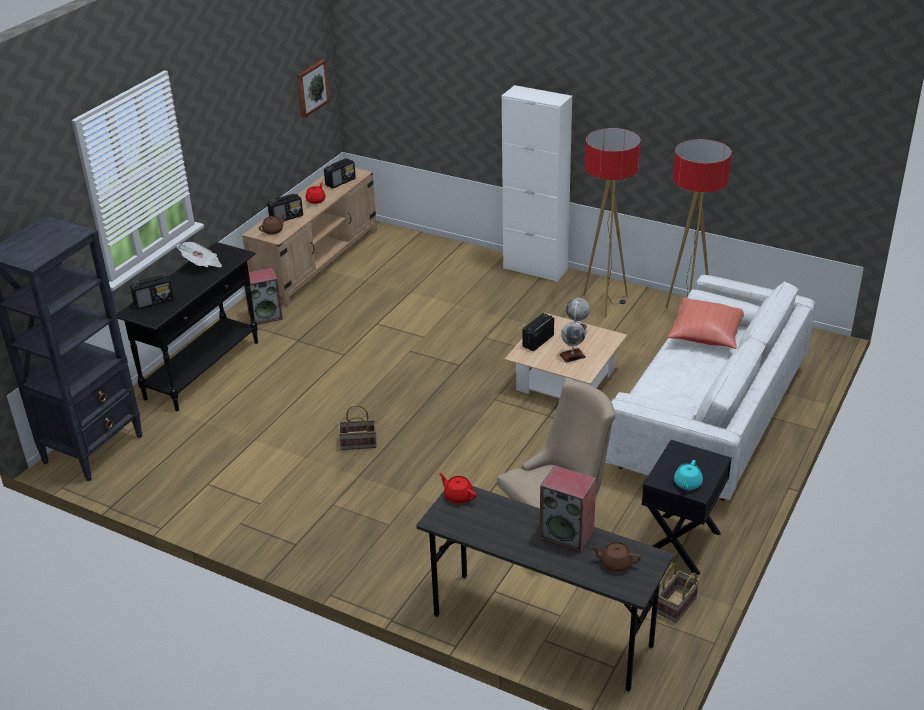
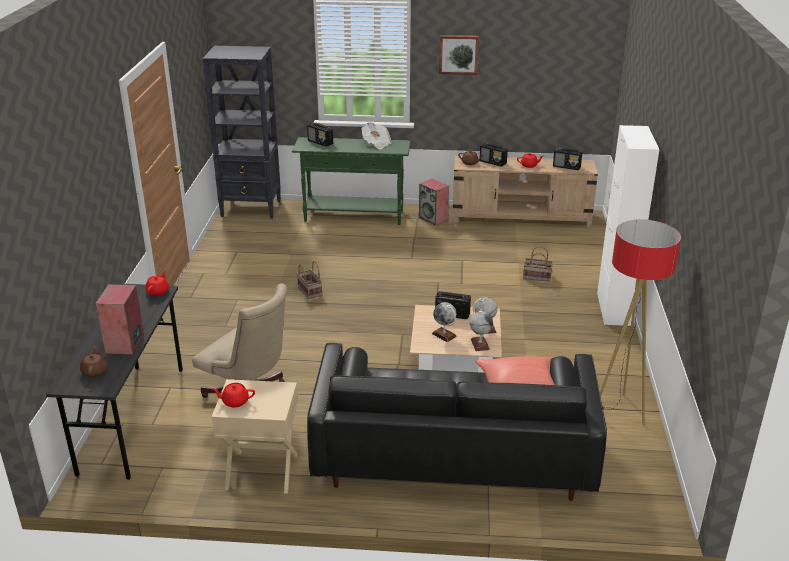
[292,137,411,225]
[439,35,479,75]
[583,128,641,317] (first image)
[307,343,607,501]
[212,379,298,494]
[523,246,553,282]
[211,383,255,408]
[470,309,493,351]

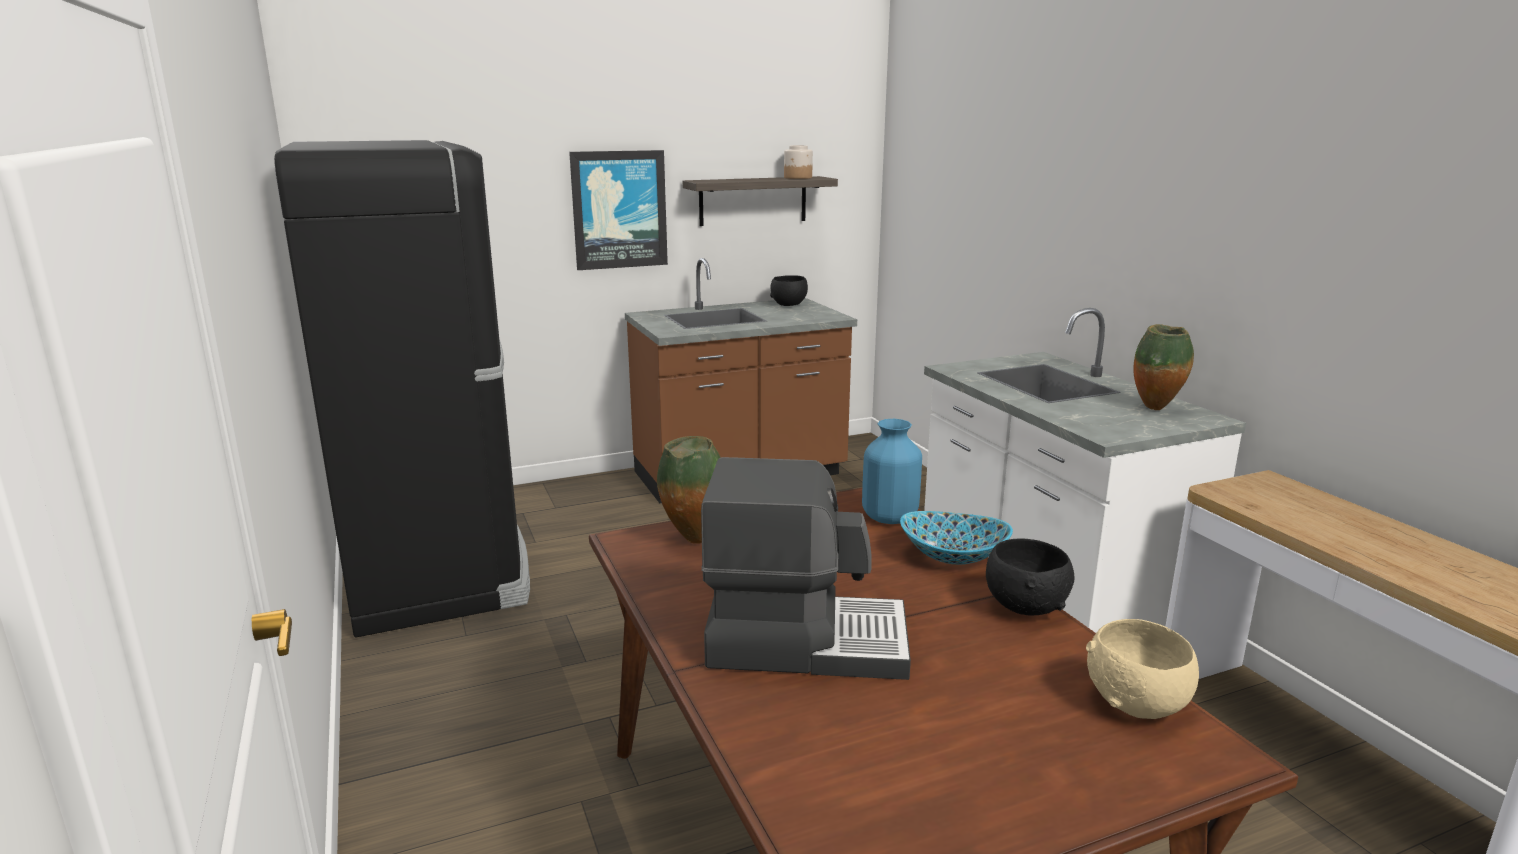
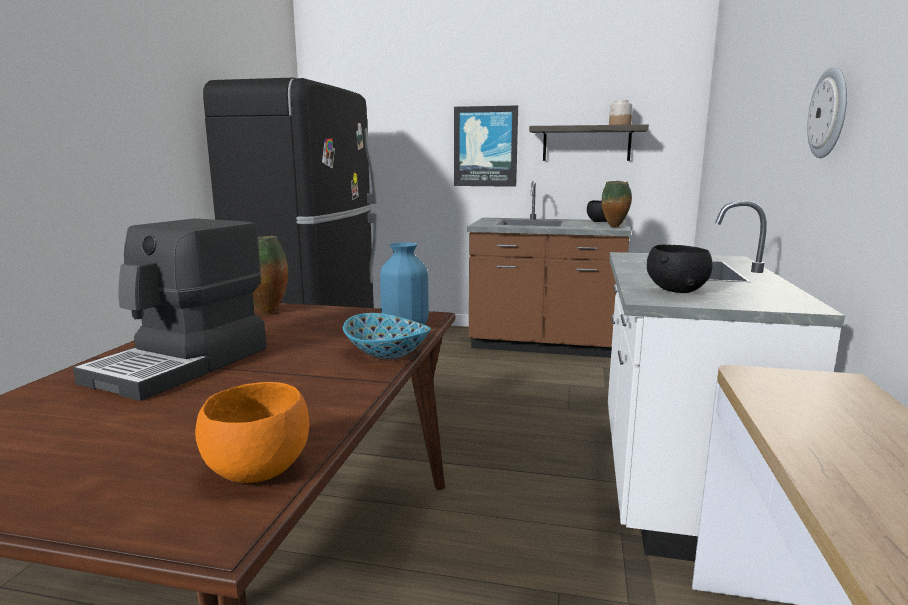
[73,218,267,401]
[647,245,713,293]
[195,382,309,483]
[602,181,632,227]
[807,66,847,158]

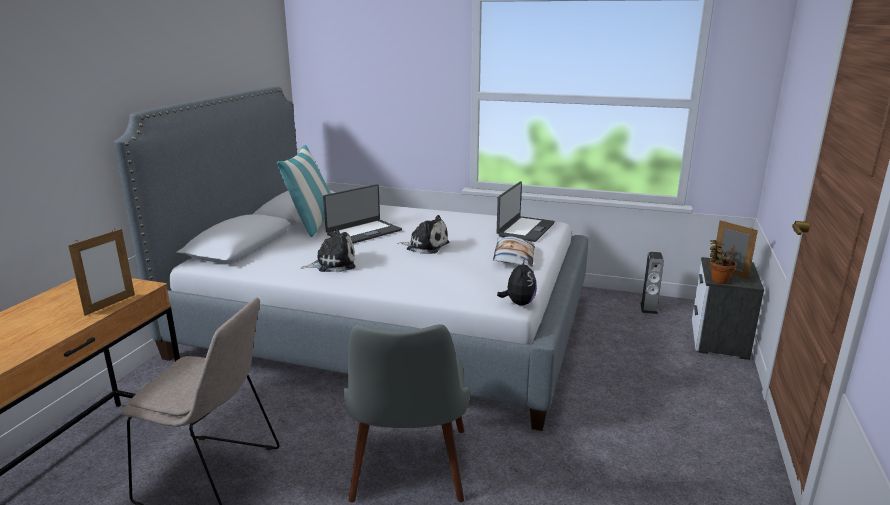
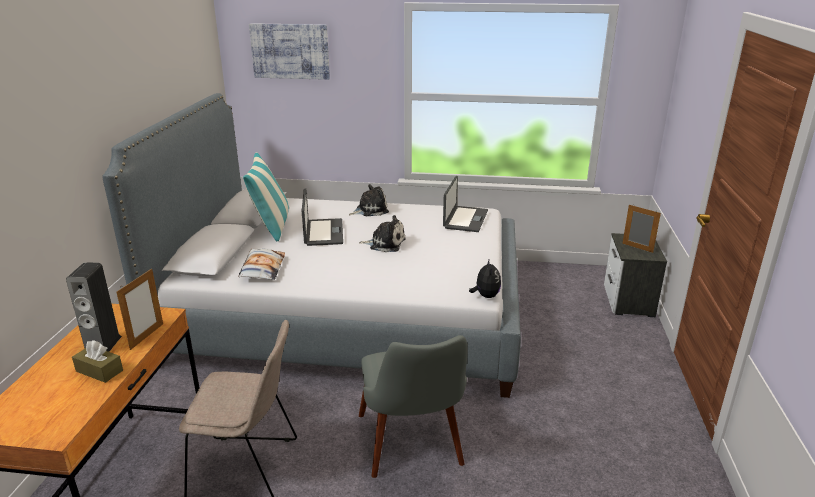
[349,184,389,216]
[302,189,343,246]
[238,248,285,280]
[66,262,122,352]
[709,239,737,284] (first image)
[72,340,123,383]
[249,23,330,80]

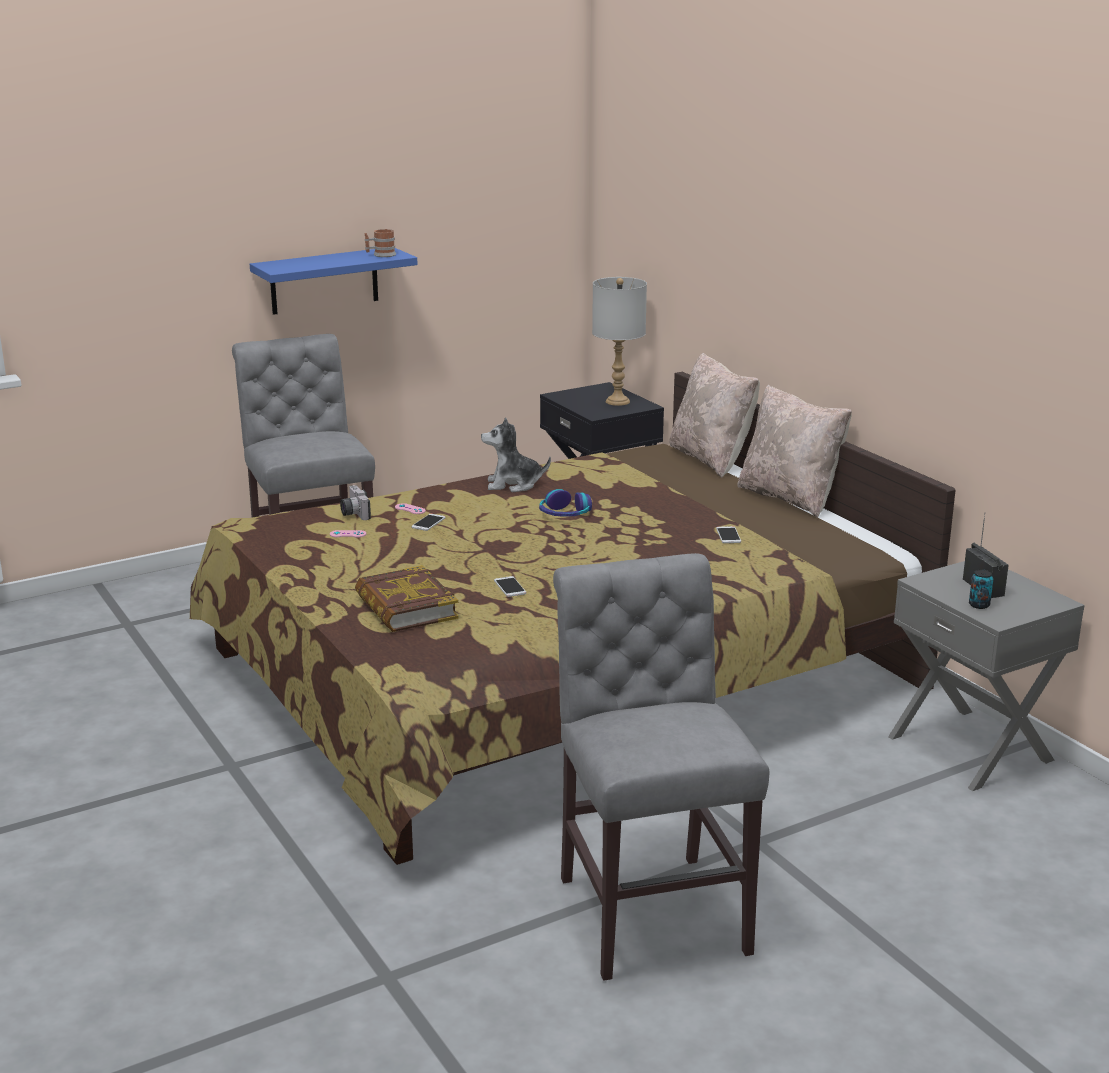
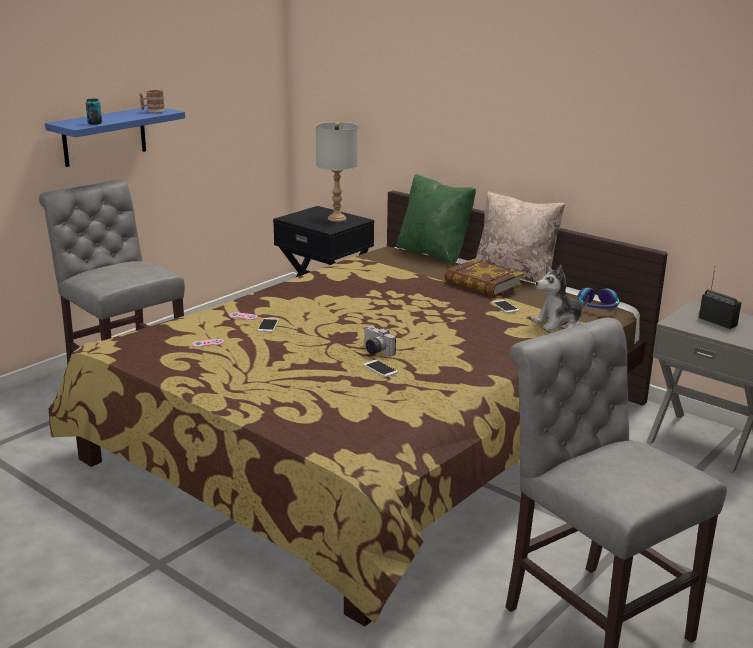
[364,326,396,356]
[444,259,524,297]
[532,265,589,331]
[578,288,620,309]
[396,174,476,266]
[86,99,102,125]

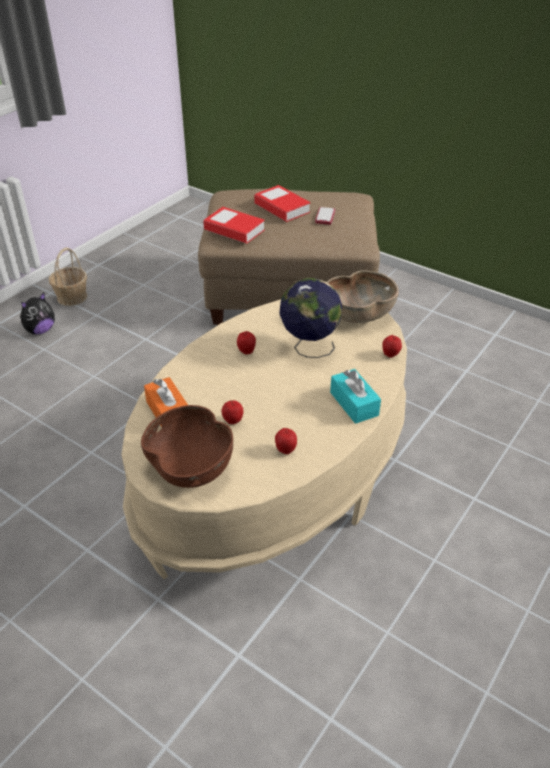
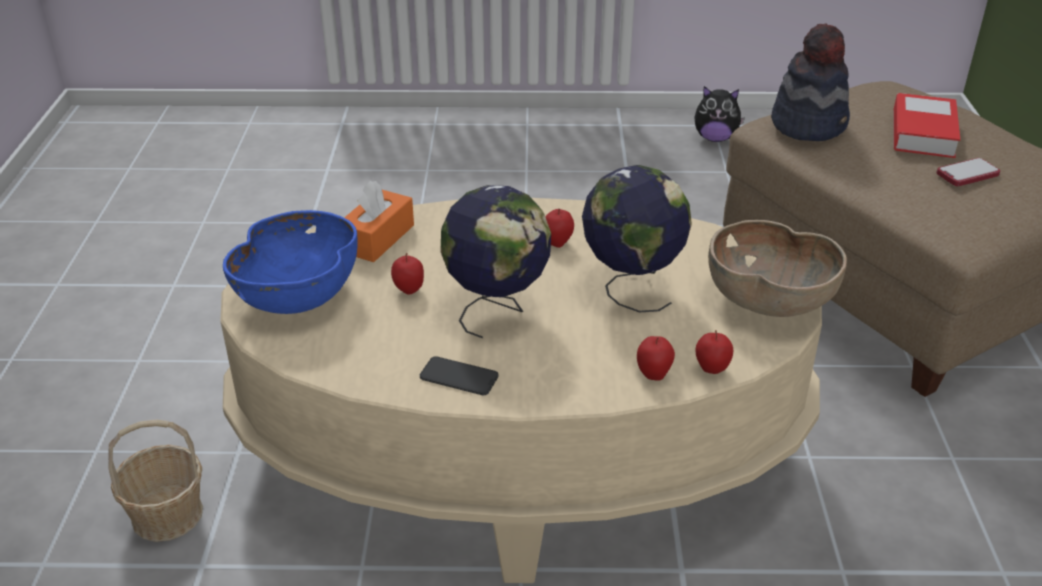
[694,86,745,142]
[108,420,203,542]
[223,210,358,314]
[771,23,850,141]
[637,336,675,381]
[330,369,381,424] (first image)
[420,356,499,395]
[440,185,551,338]

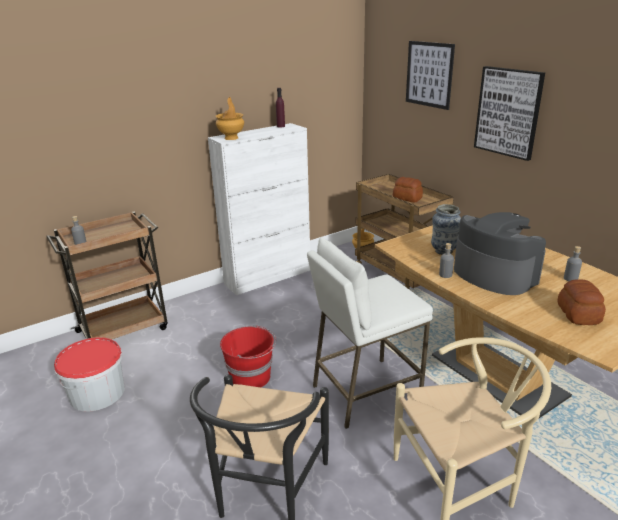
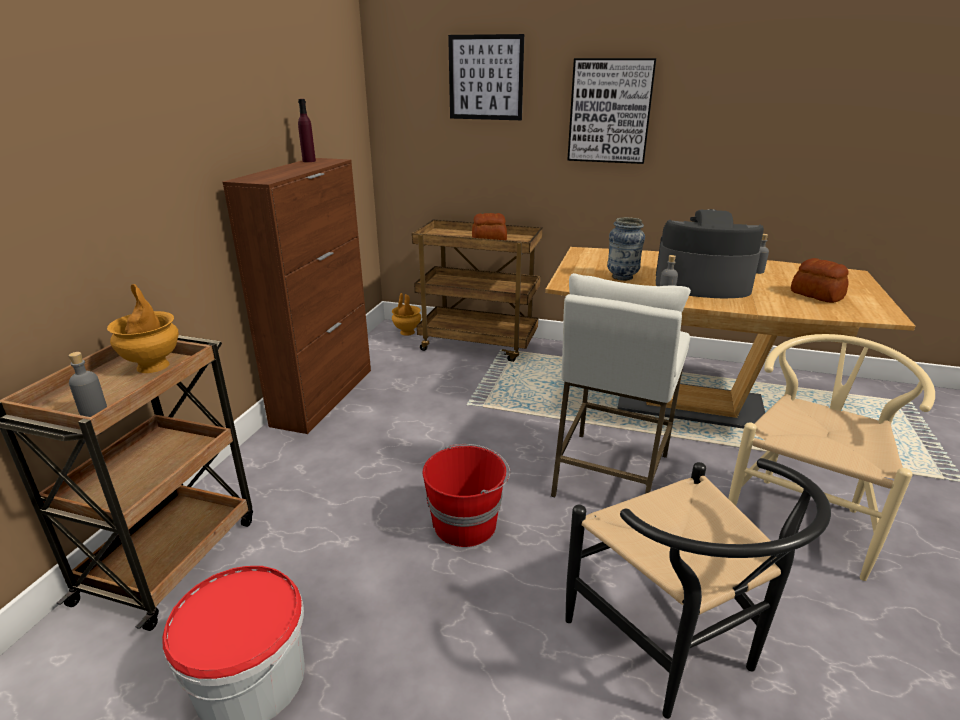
[223,158,371,434]
[107,284,179,373]

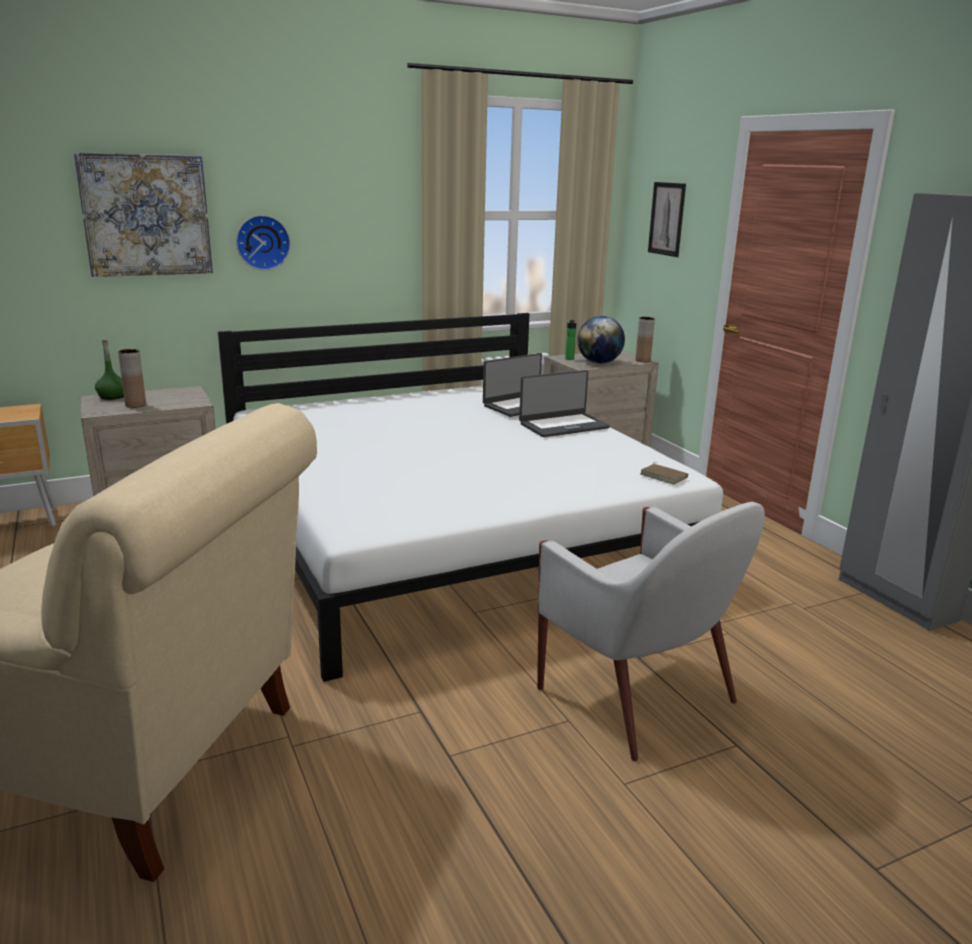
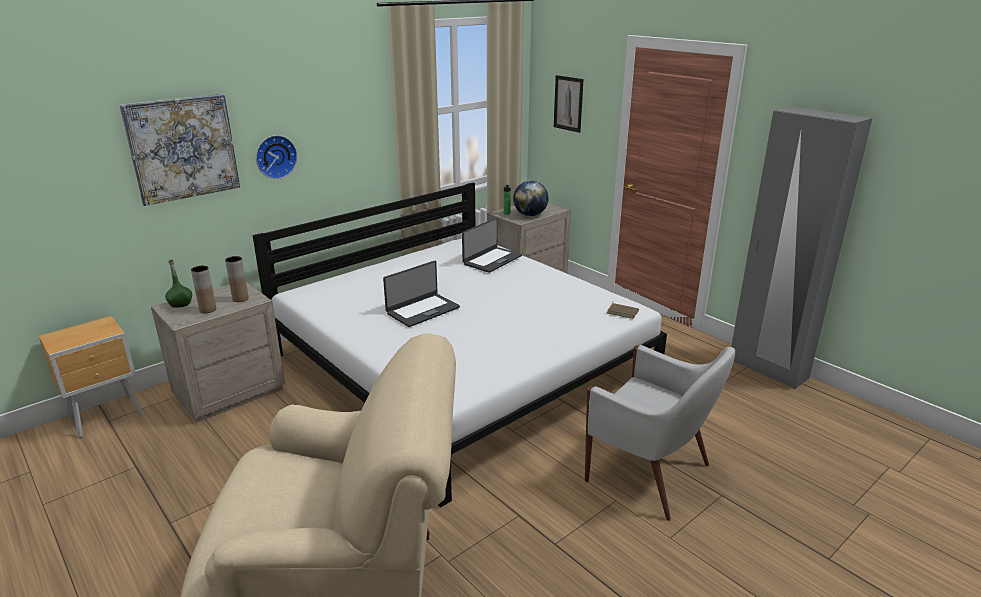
[383,261,460,327]
[225,256,249,302]

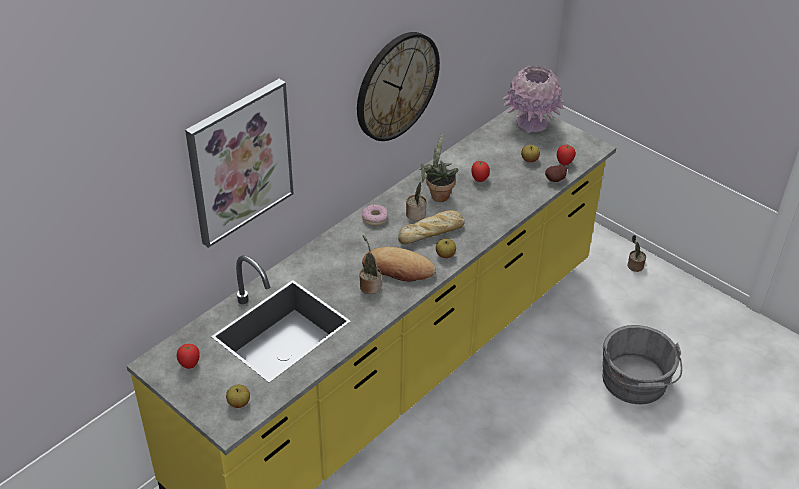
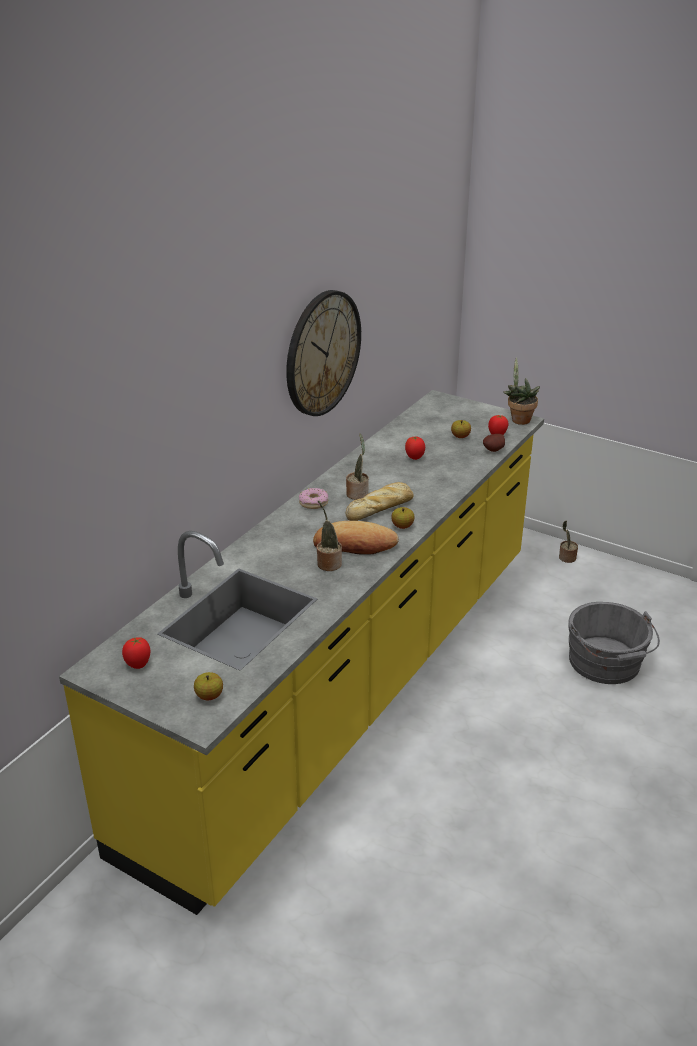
[185,79,293,248] (first image)
[503,357,540,425]
[502,65,565,133] (first image)

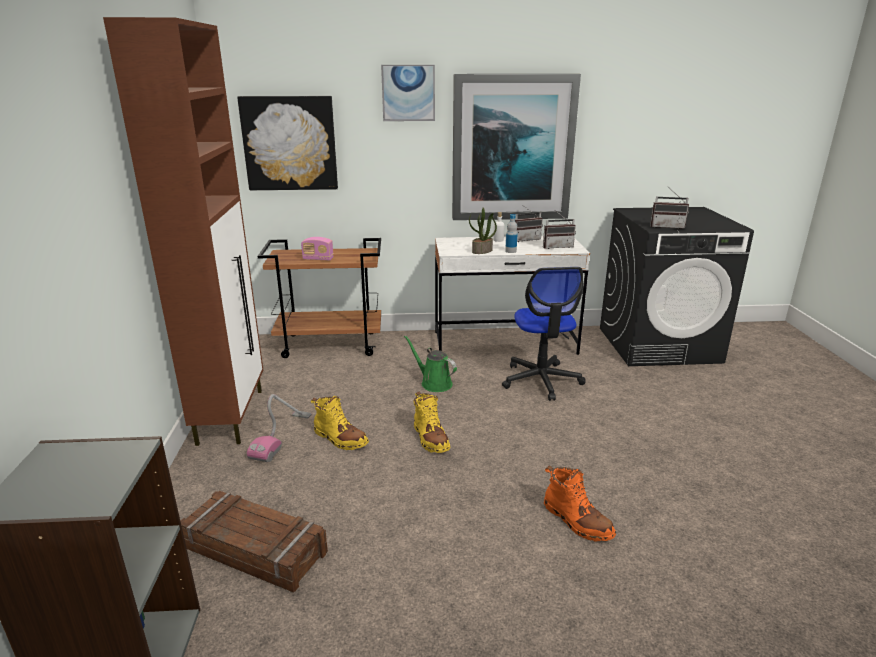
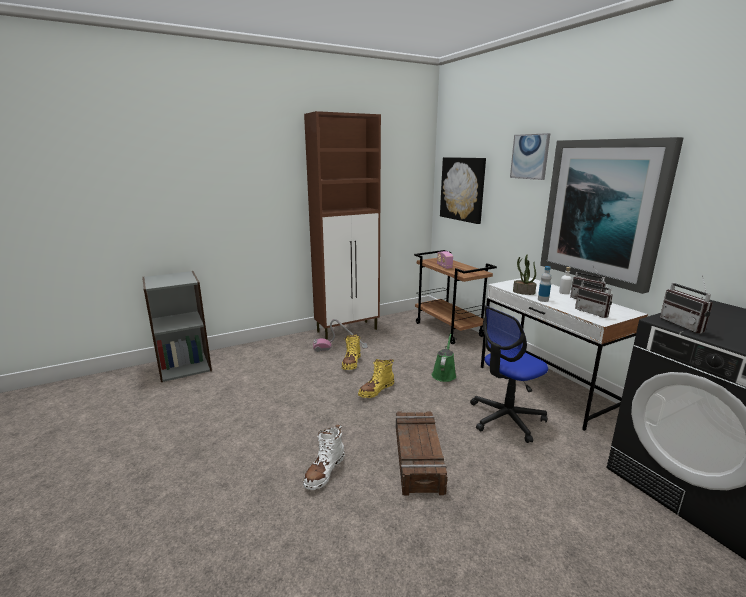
[396,411,447,495]
[303,425,345,490]

